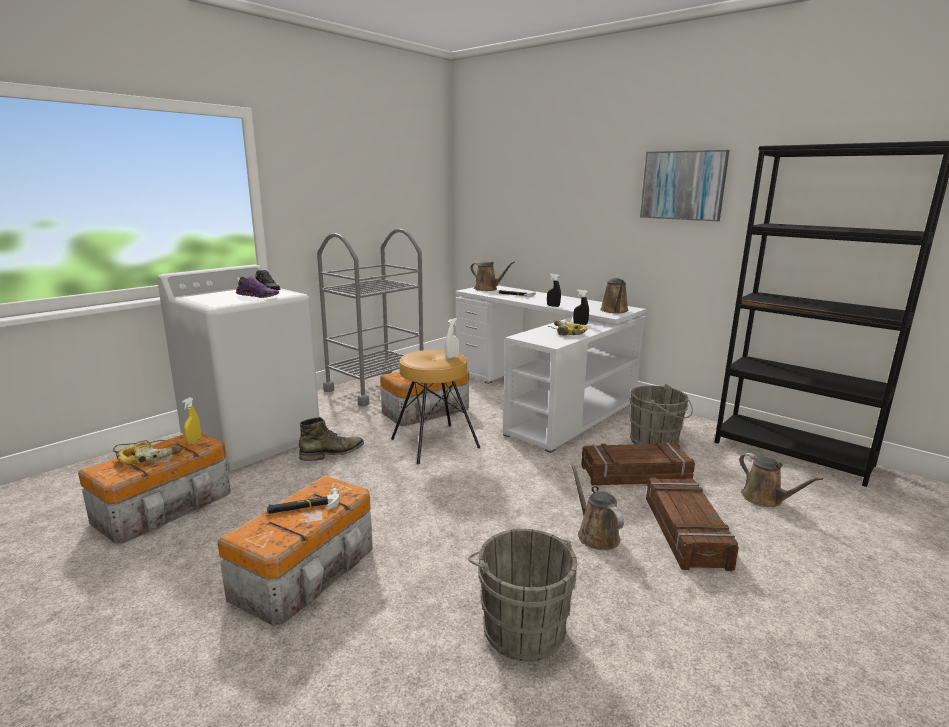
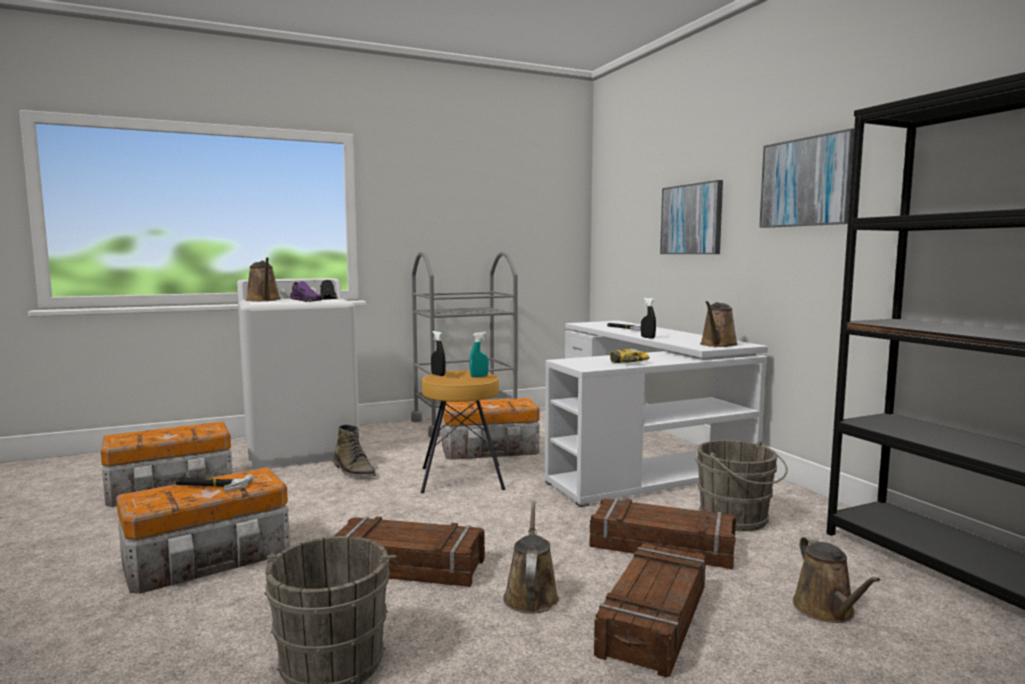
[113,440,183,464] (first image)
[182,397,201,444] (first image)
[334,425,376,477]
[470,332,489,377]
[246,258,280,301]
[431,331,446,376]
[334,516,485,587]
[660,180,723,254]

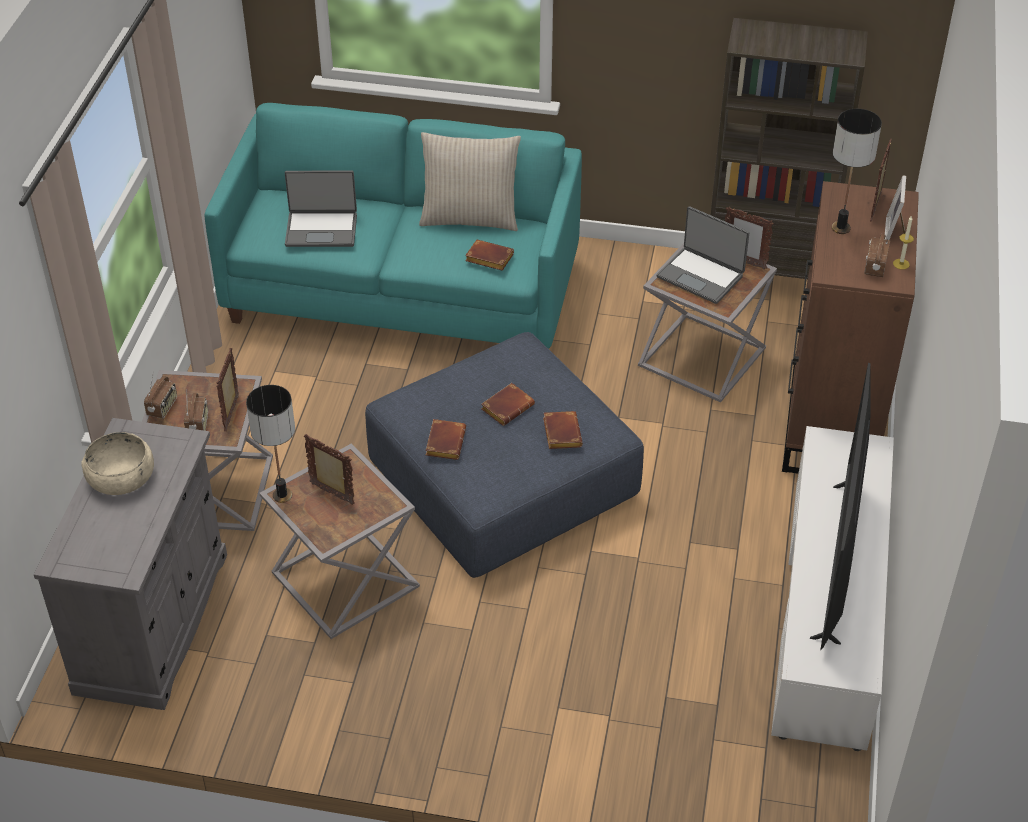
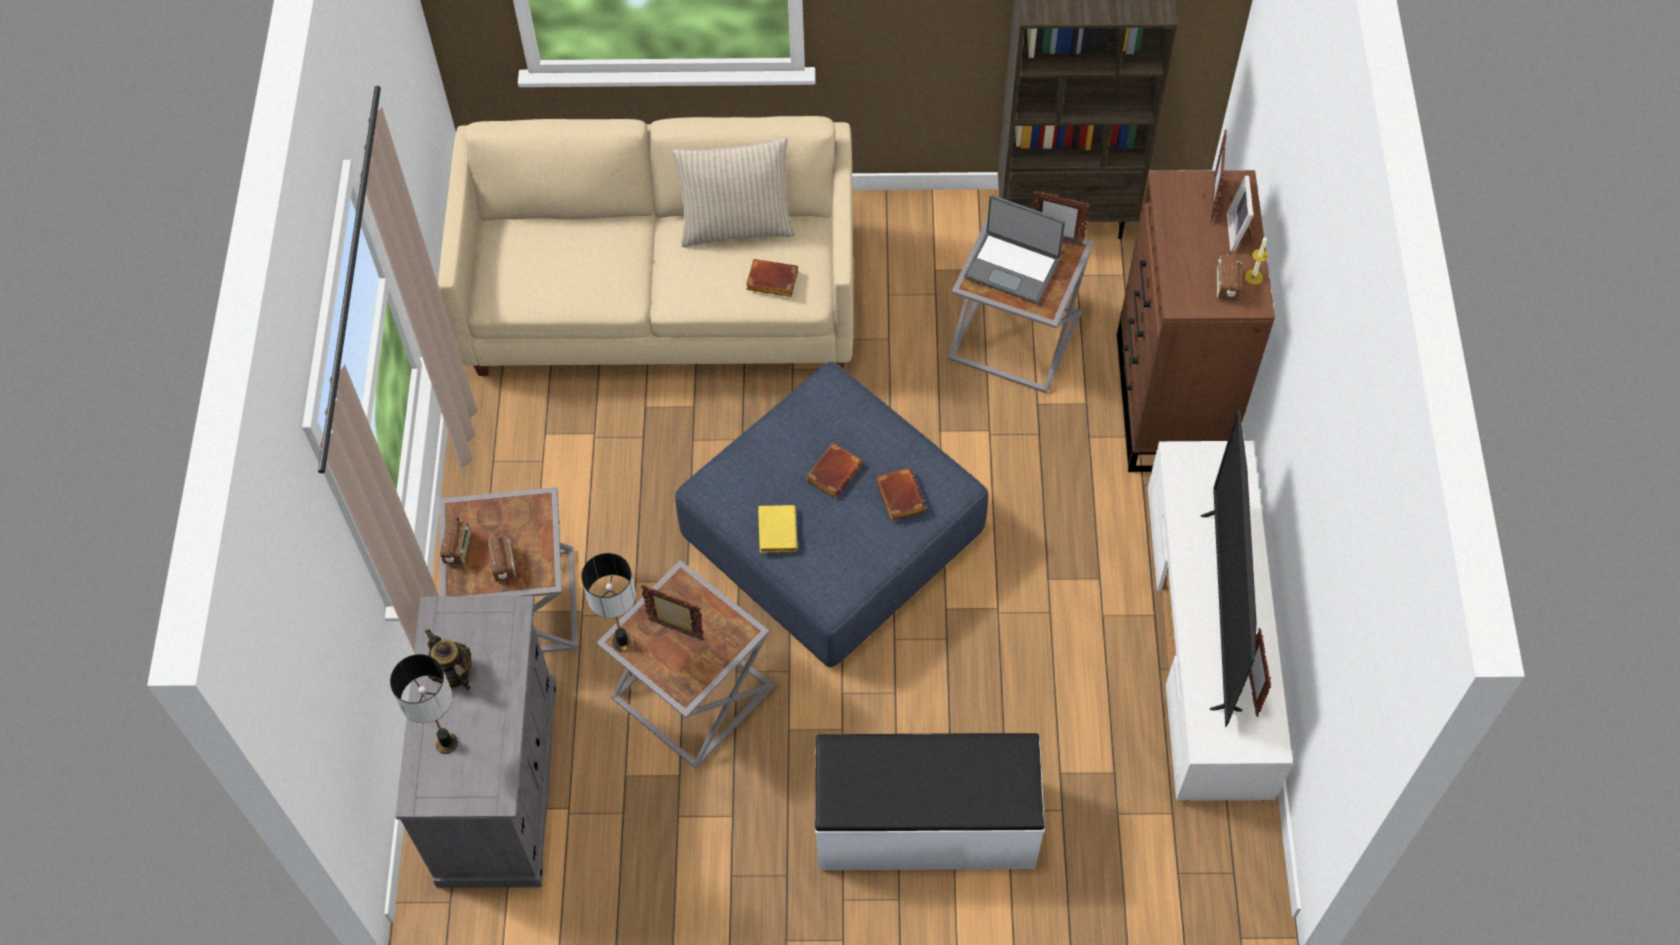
[425,629,472,690]
[438,116,853,376]
[1249,628,1271,717]
[285,171,357,247] (first image)
[758,505,797,553]
[390,654,458,754]
[815,733,1045,870]

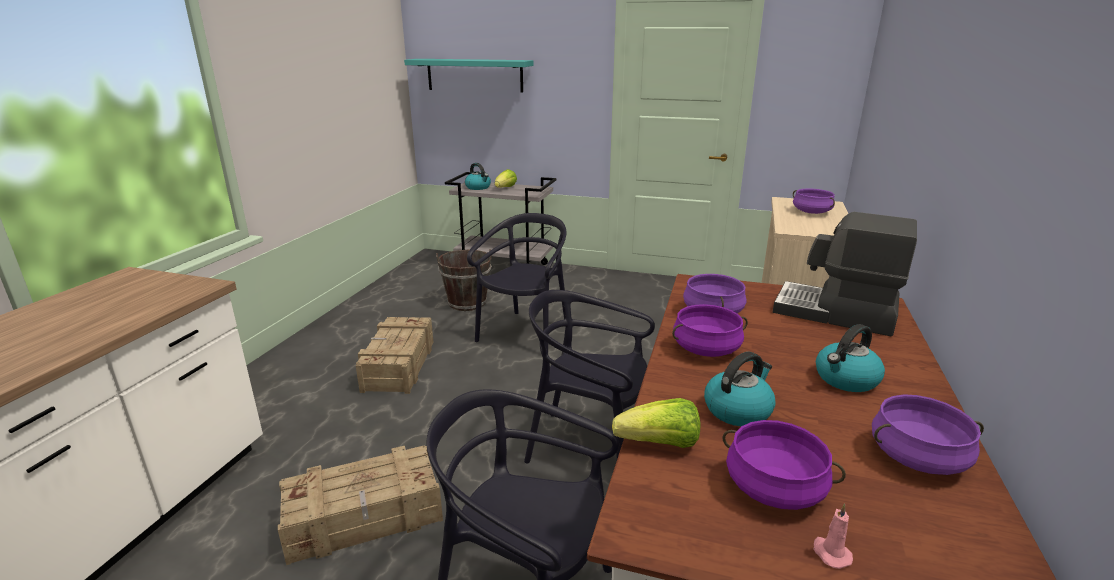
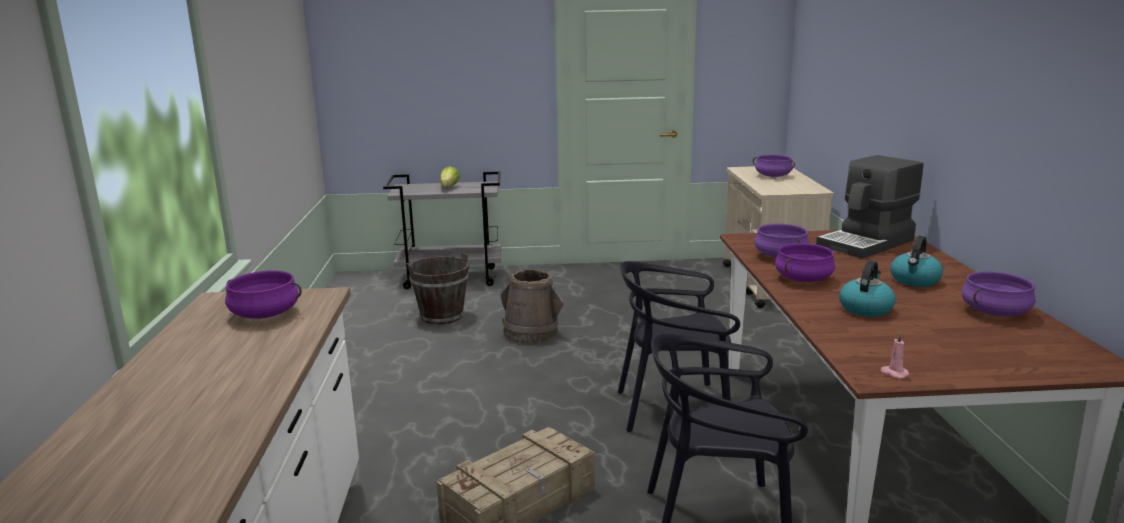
[356,317,434,394] (first image)
[404,59,534,93] (first image)
[465,163,491,190] (first image)
[501,269,564,344]
[612,398,700,448] (first image)
[225,271,302,319]
[816,155,924,259]
[881,333,909,378]

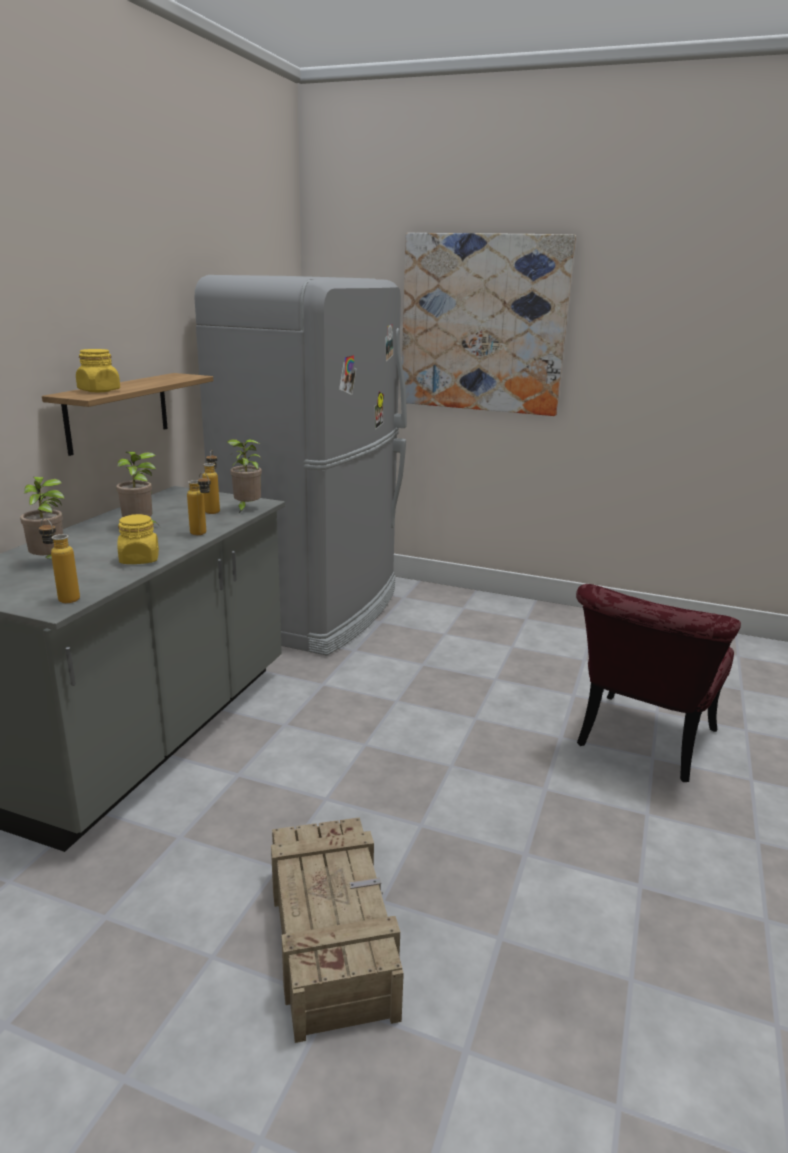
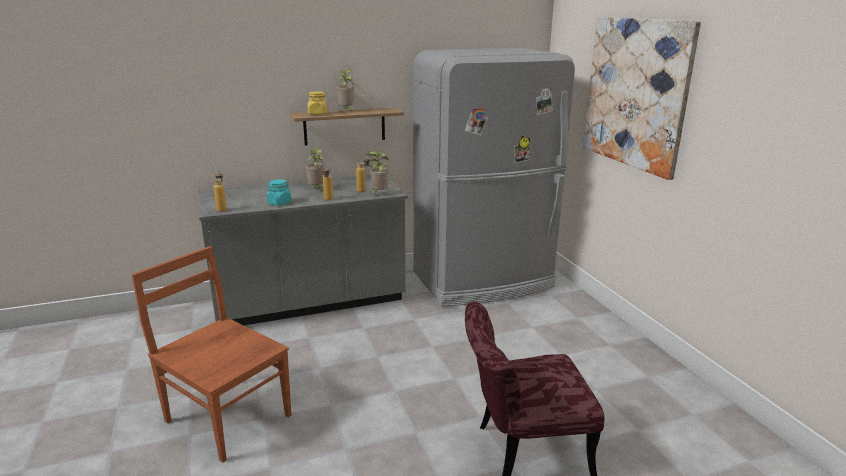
[337,69,355,113]
[267,179,291,206]
[132,246,291,463]

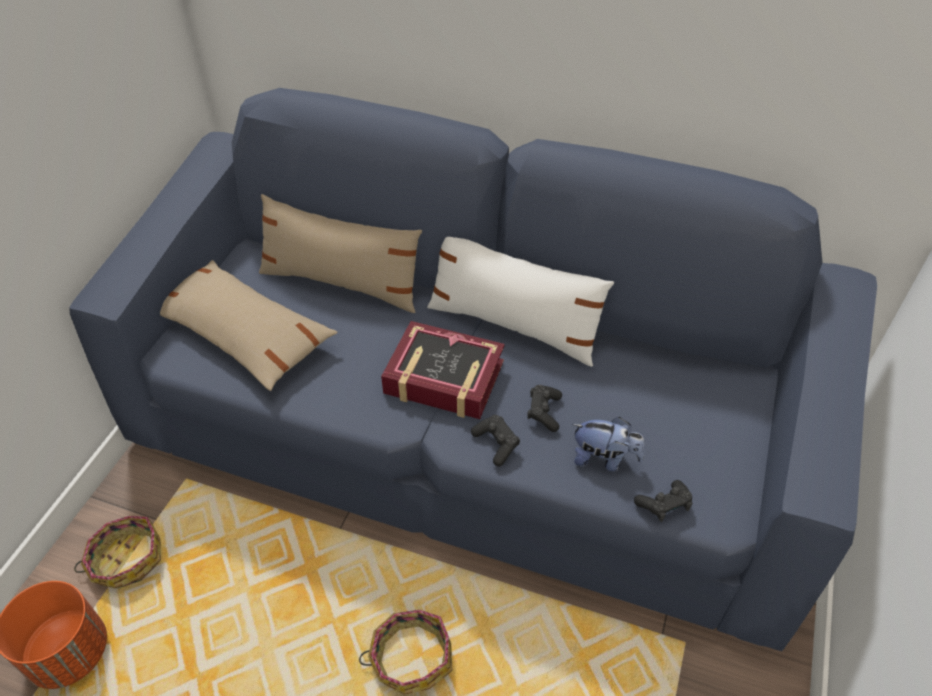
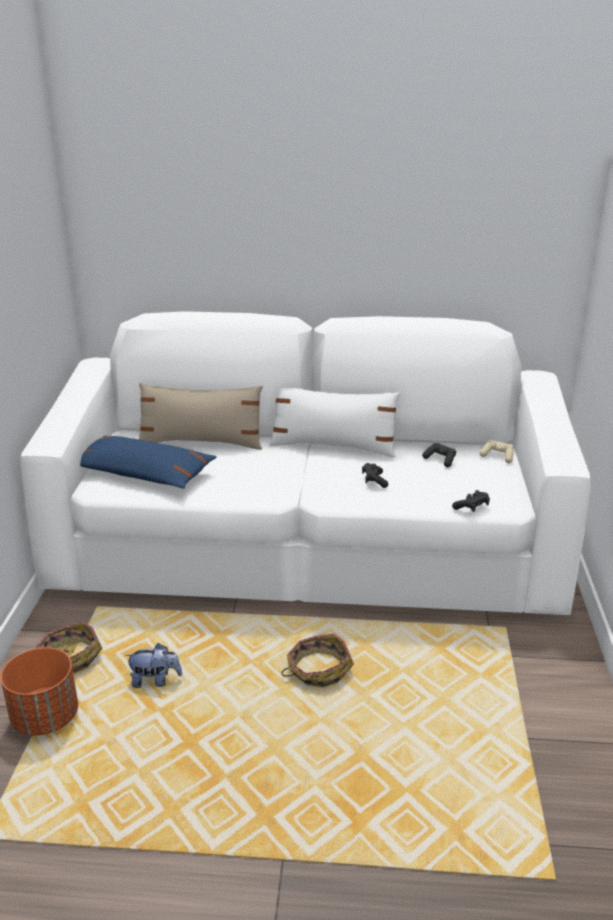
[20,311,591,615]
[80,436,217,489]
[381,321,505,419] (first image)
[422,443,456,467]
[125,643,182,688]
[480,440,514,463]

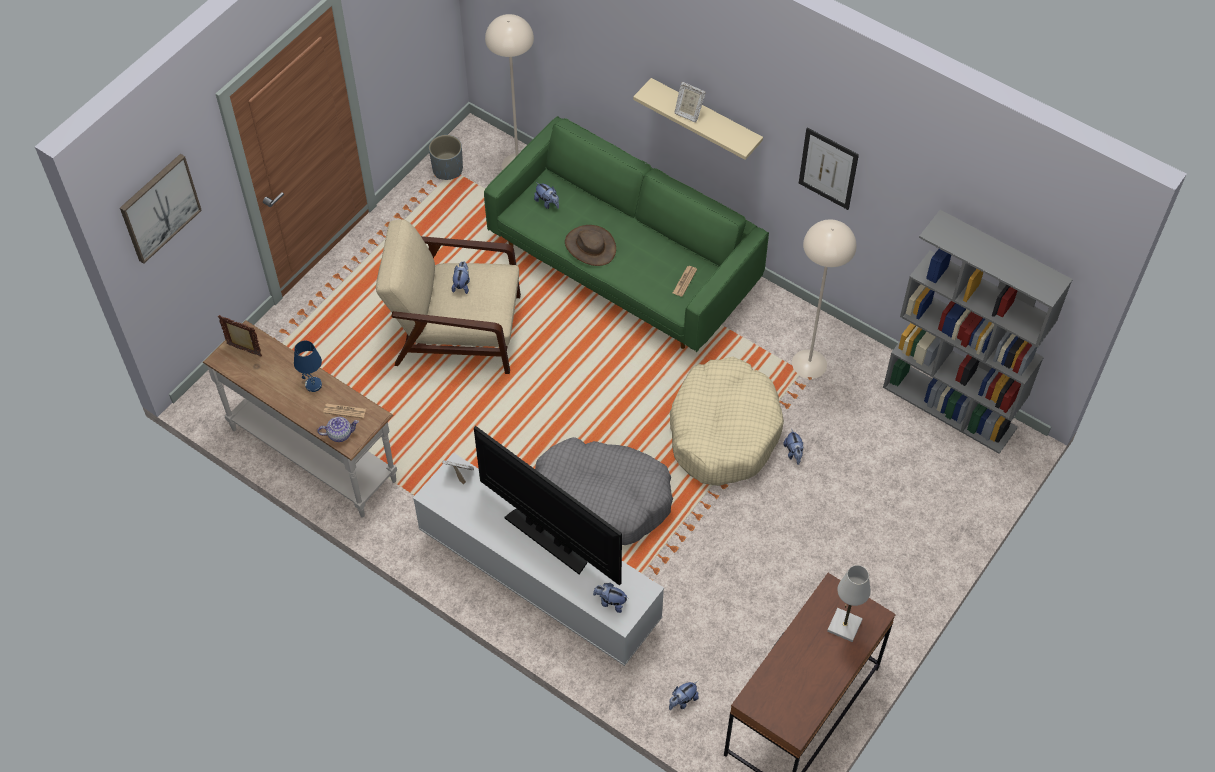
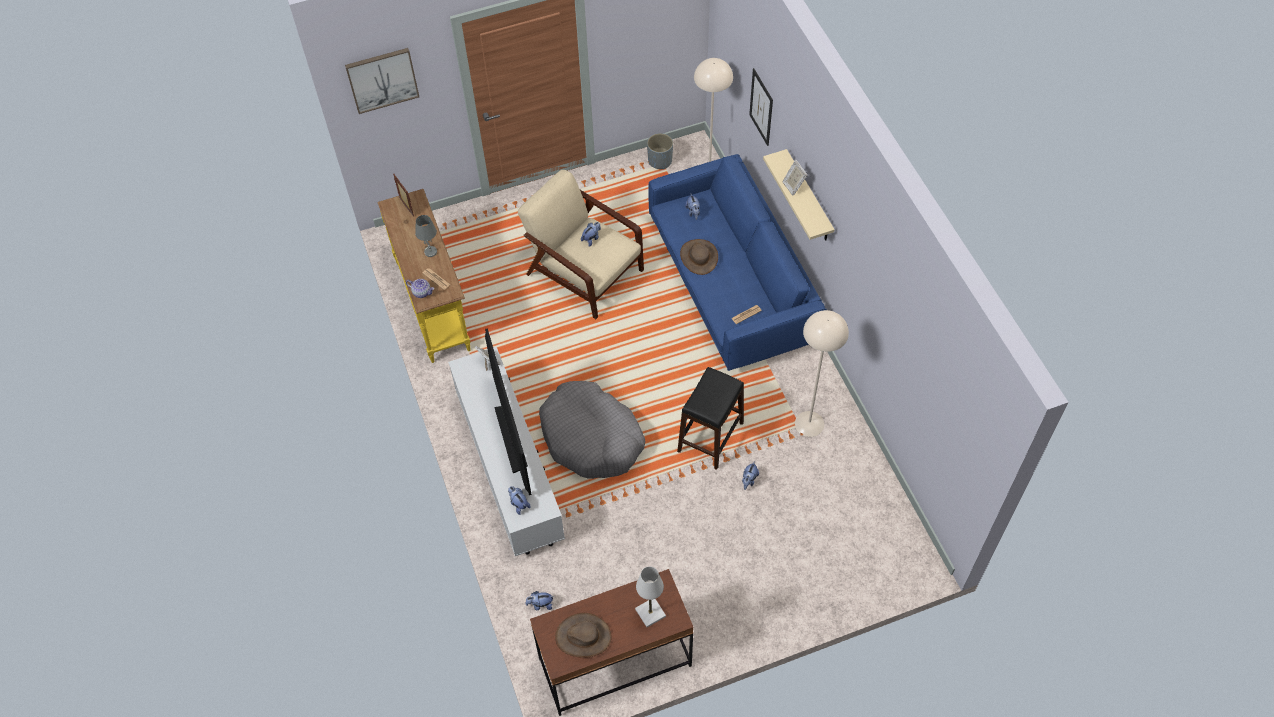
[377,189,471,363]
[415,215,437,257]
[648,154,826,371]
[677,367,744,470]
[749,68,773,146]
[883,210,1073,454] (first image)
[555,613,612,658]

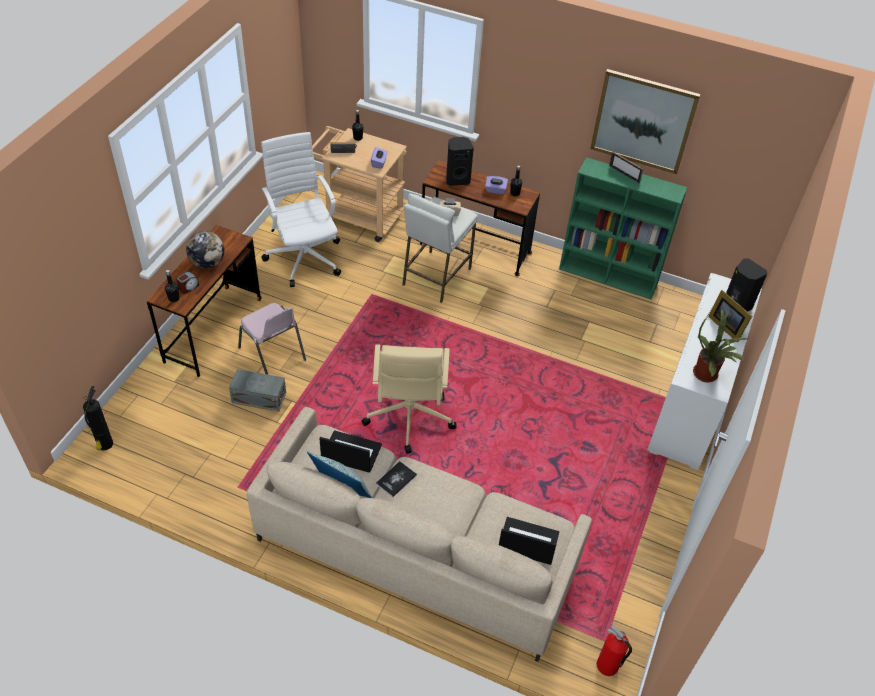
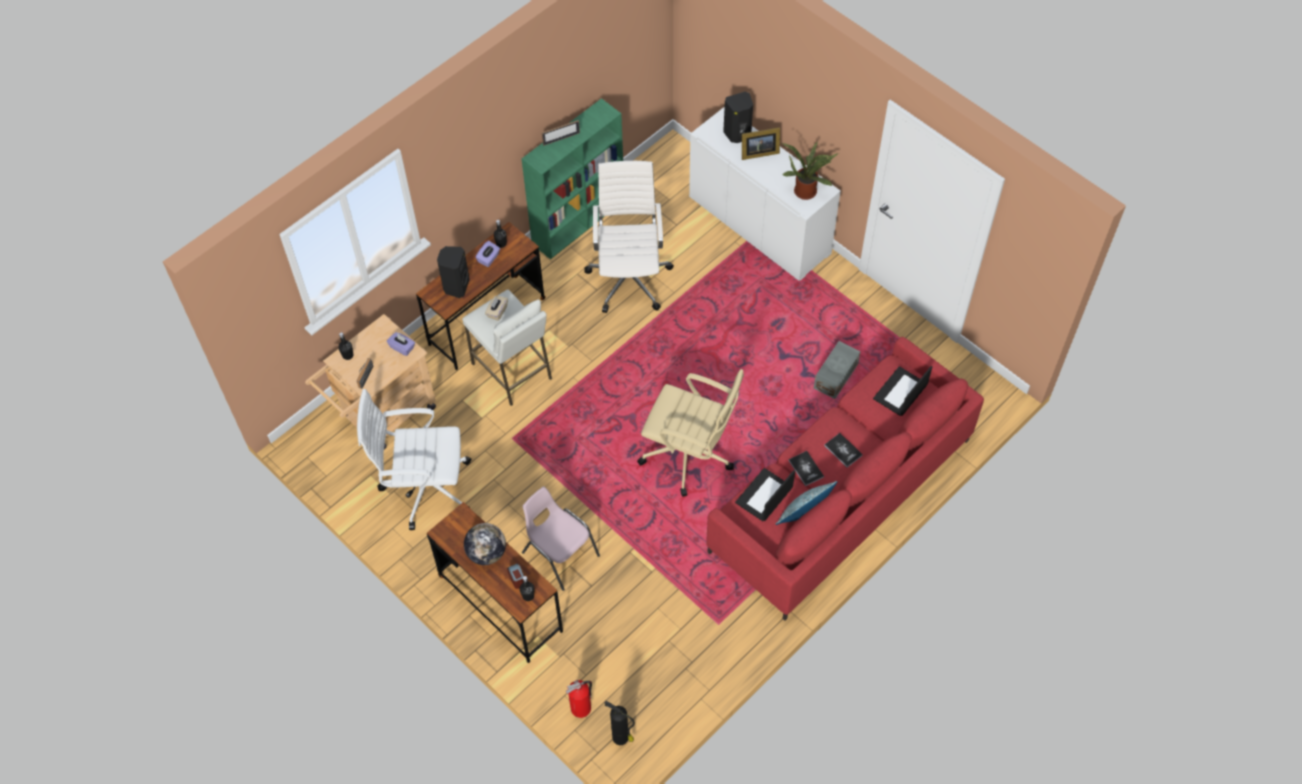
[813,341,861,399]
[522,487,600,591]
[706,337,984,621]
[590,69,700,174] (first image)
[566,680,592,718]
[584,161,674,313]
[824,433,863,468]

